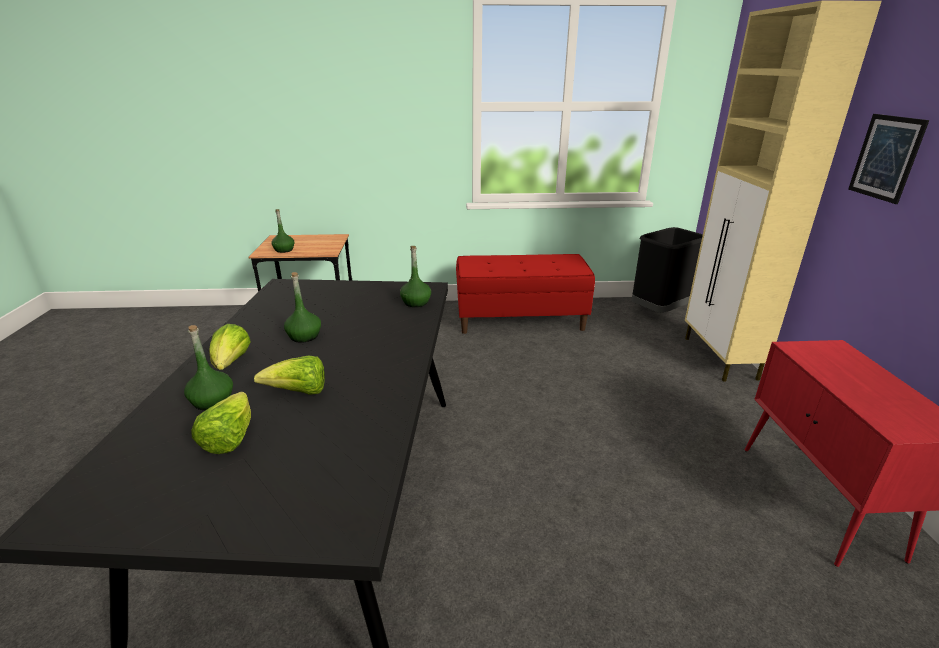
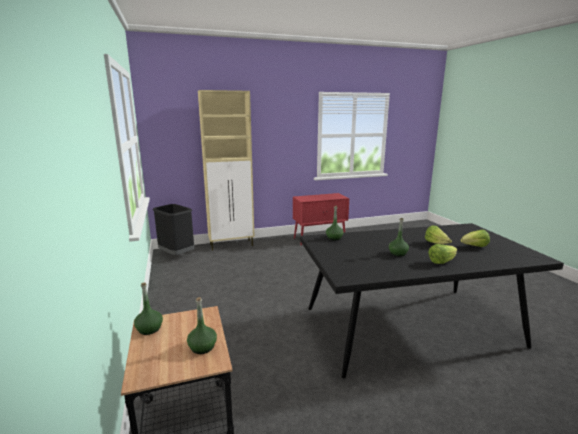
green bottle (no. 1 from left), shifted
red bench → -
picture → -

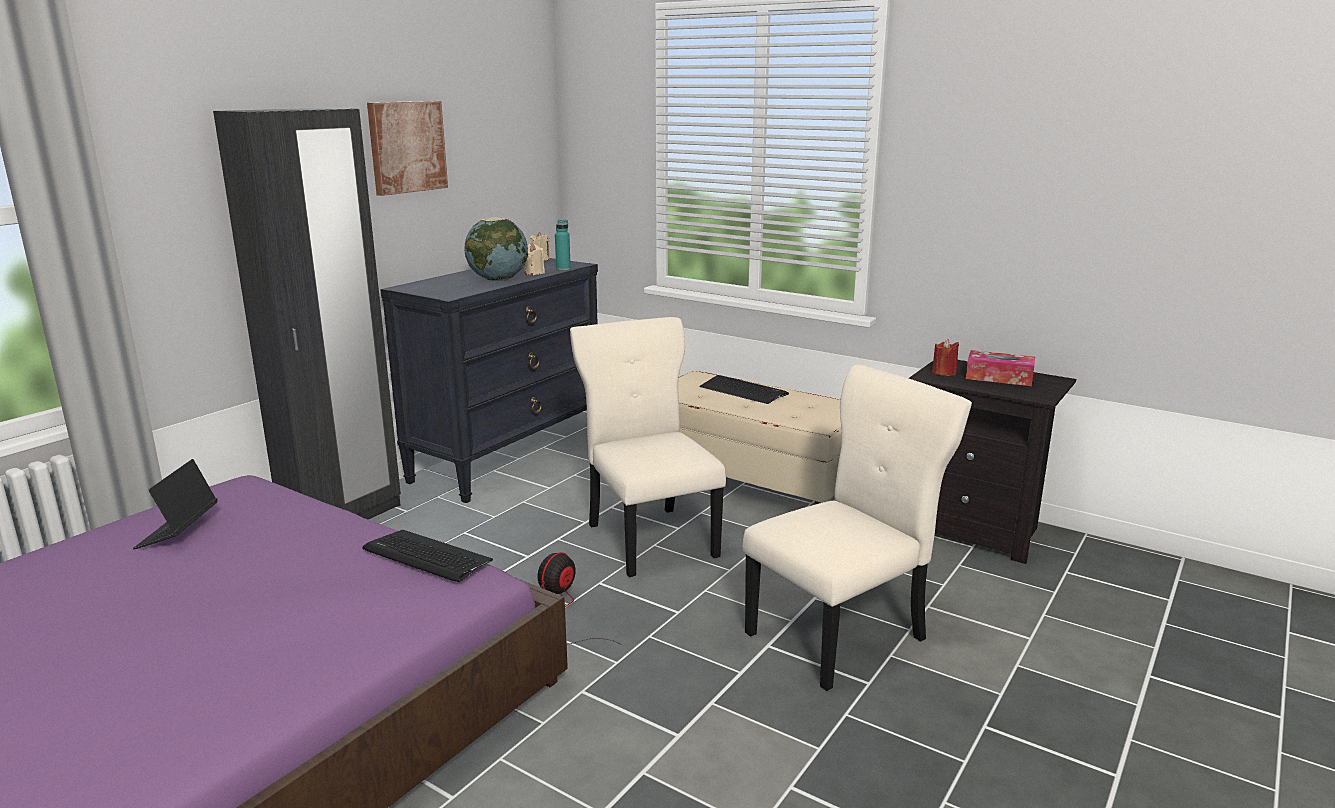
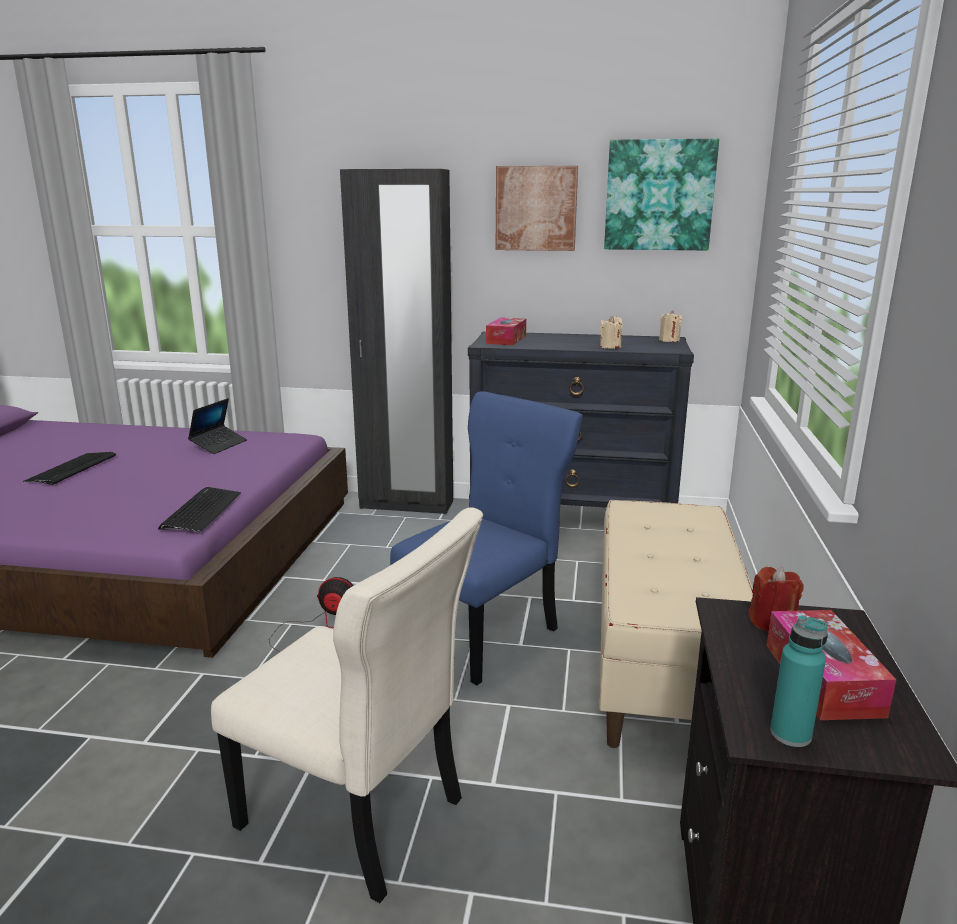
keyboard (no. 2 from left in the first image) → keyboard (no. 1 from left), shifted
laptop, 135 degrees clockwise
beige chair (no. 1 from left) → blue chair
- → tissue box (no. 1 from left)
- → picture (no. 2 from left)
turquoise bottle, shifted
globe → -

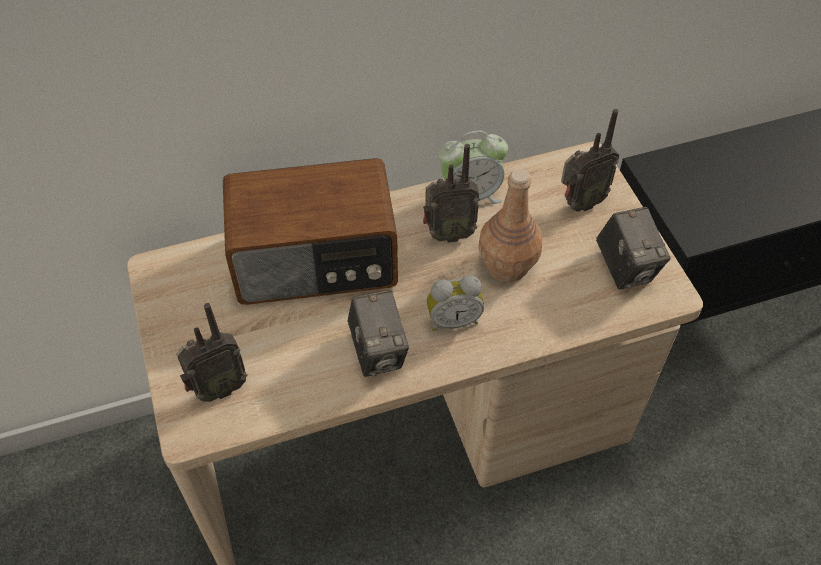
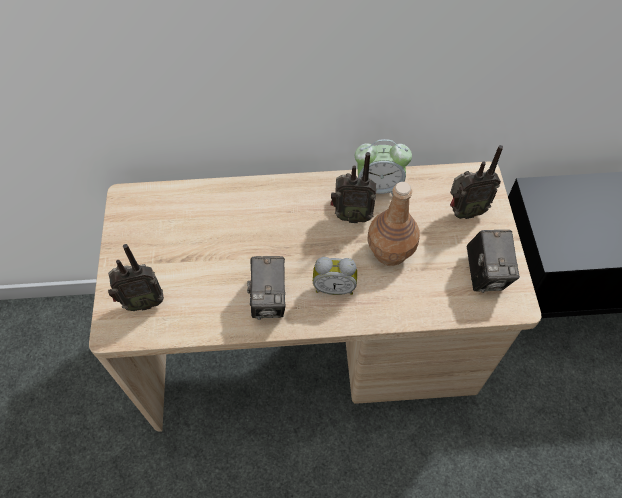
radio (no. 2 from left) → -

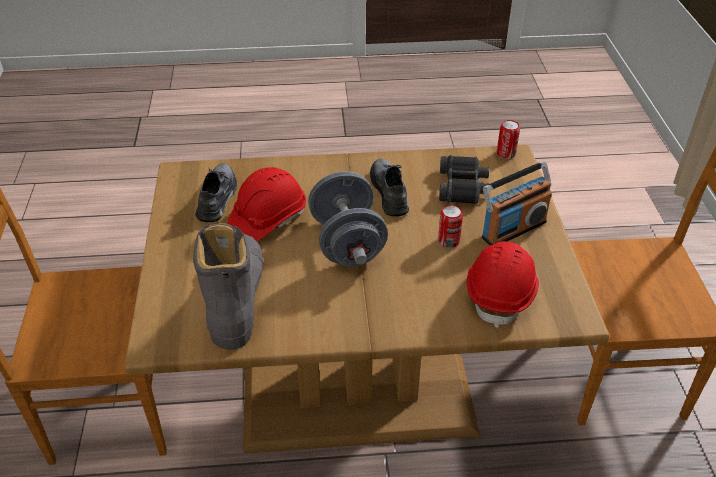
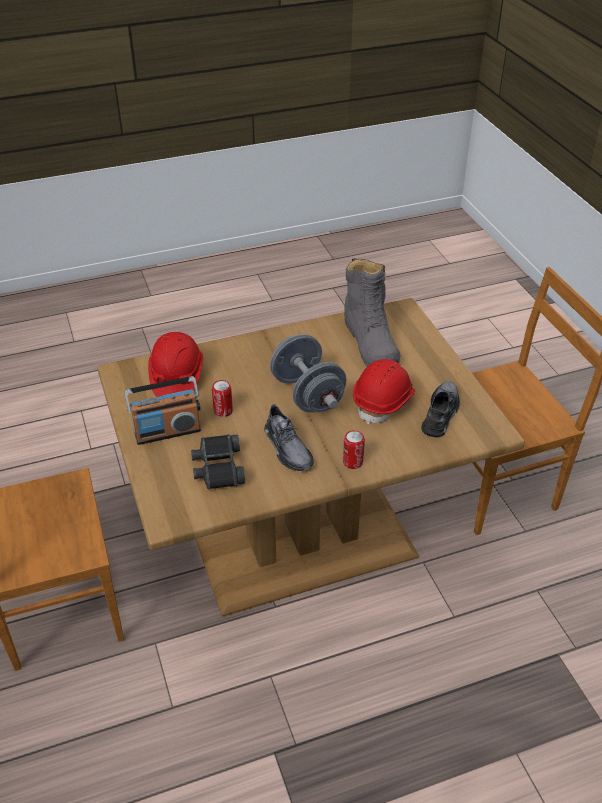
radio, 150 degrees counterclockwise
can (no. 2 from left), shifted
grey shoe (no. 1 from left in the first image) → grey shoe (no. 2 from left), 150 degrees counterclockwise

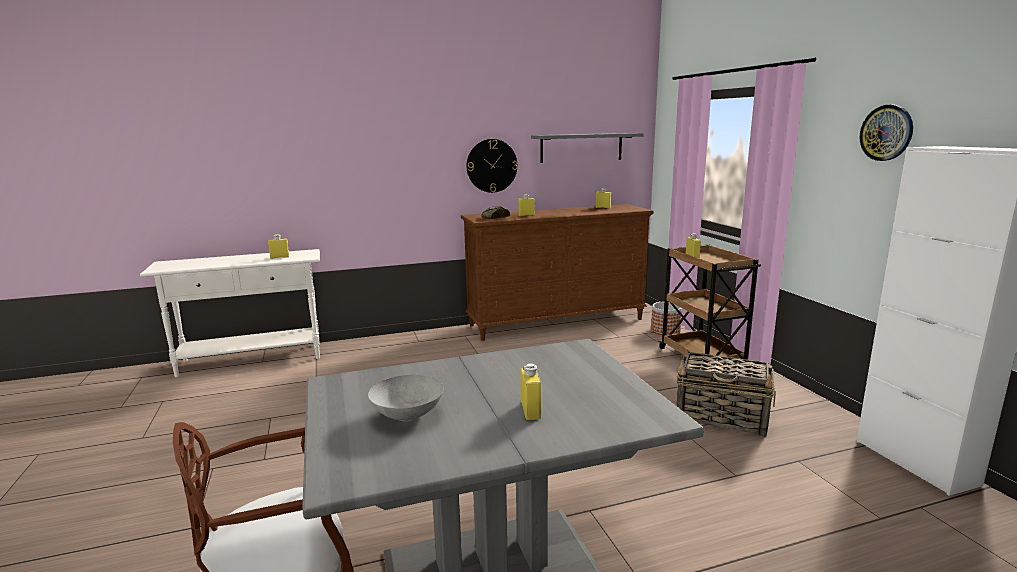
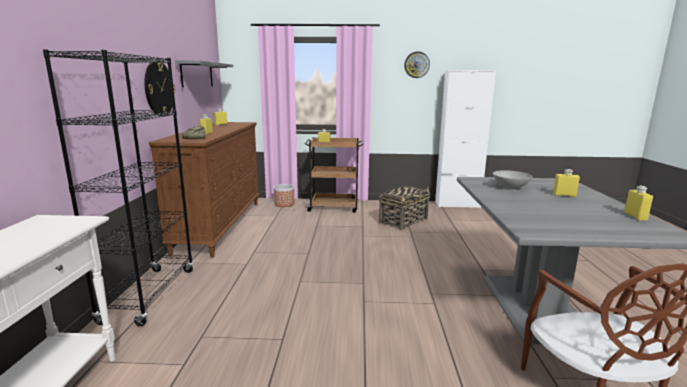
- → black bookcase
grey bowl, shifted
yellow bottle (no. 1 from left in the first image) → yellow bottle (no. 5 from left), shifted

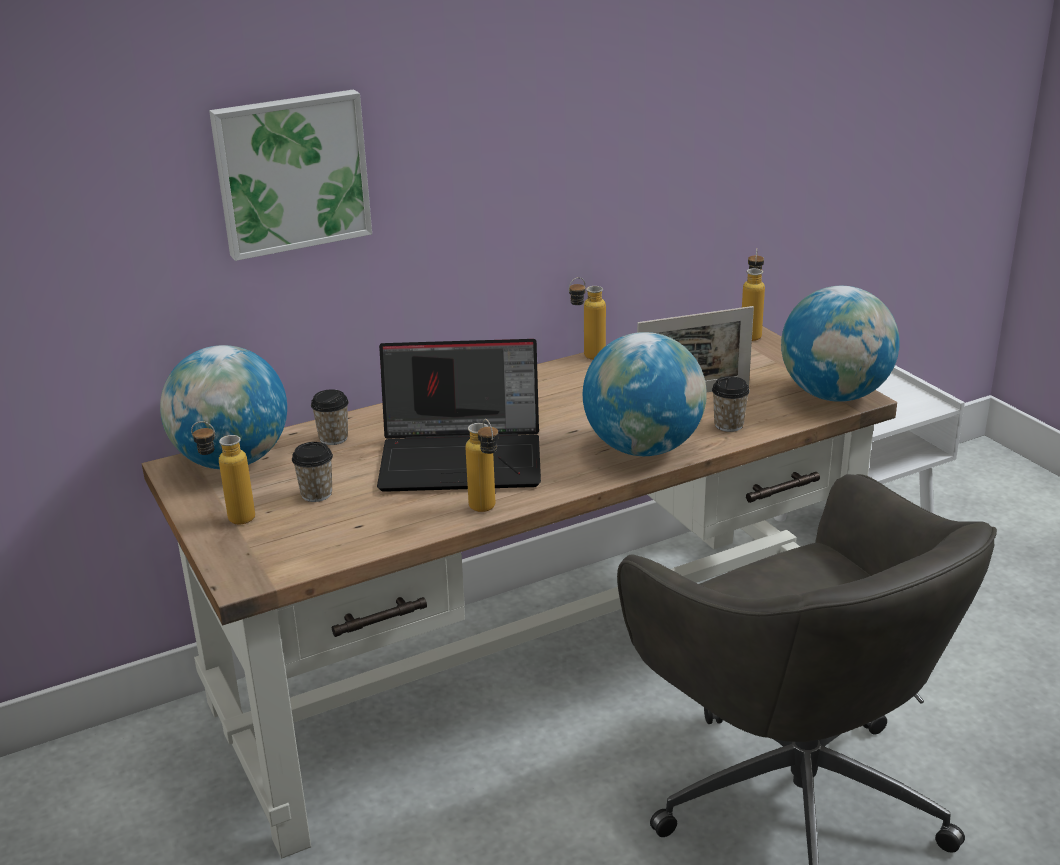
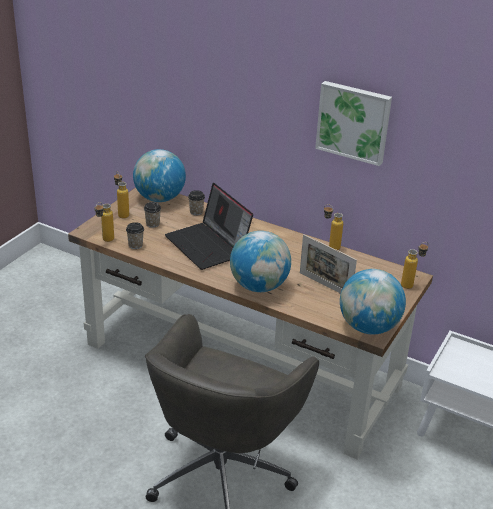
bottle (no. 2 from left in the first image) → bottle (no. 1 from left), shifted
cup (no. 3 from left in the first image) → cup (no. 1 from left), shifted
picture, shifted

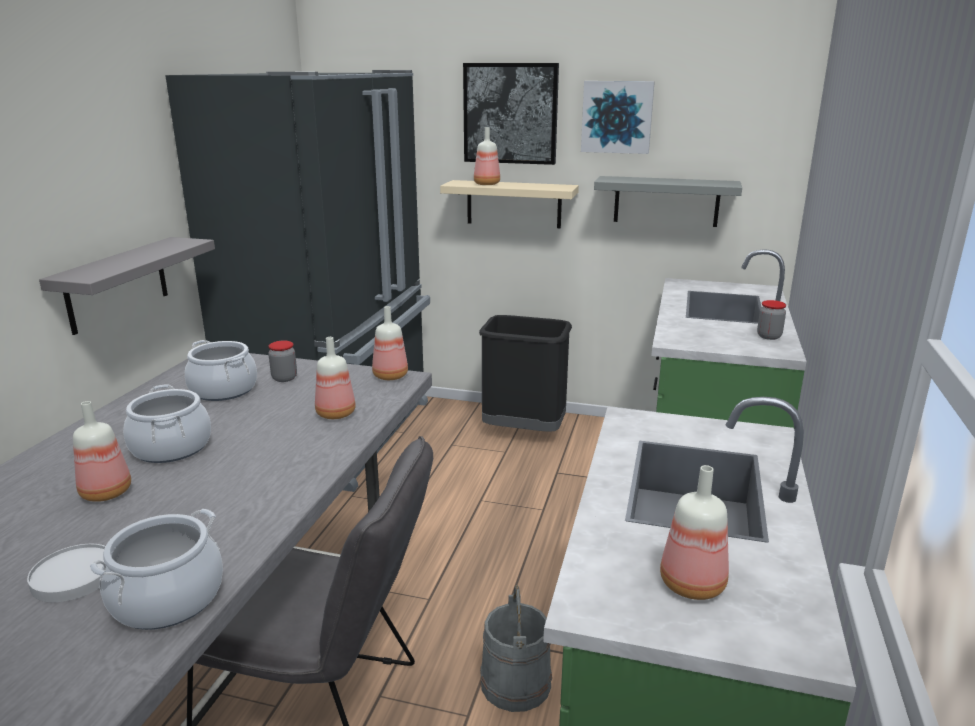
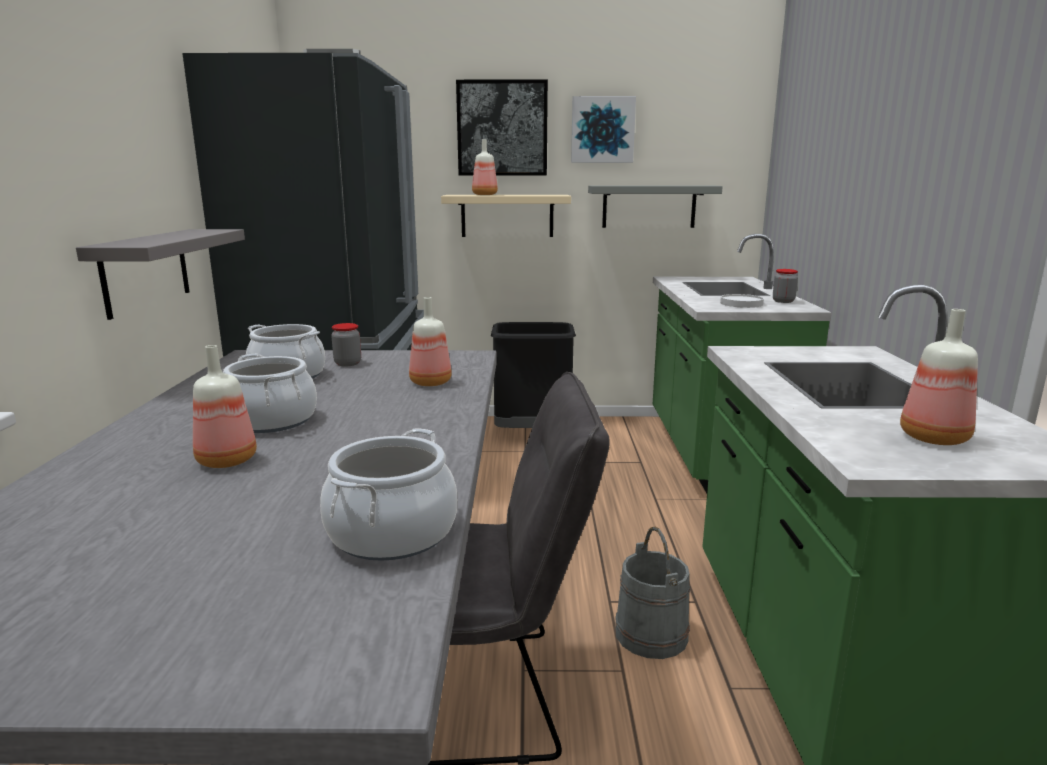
white plate, shifted
bottle (no. 3 from left) → -

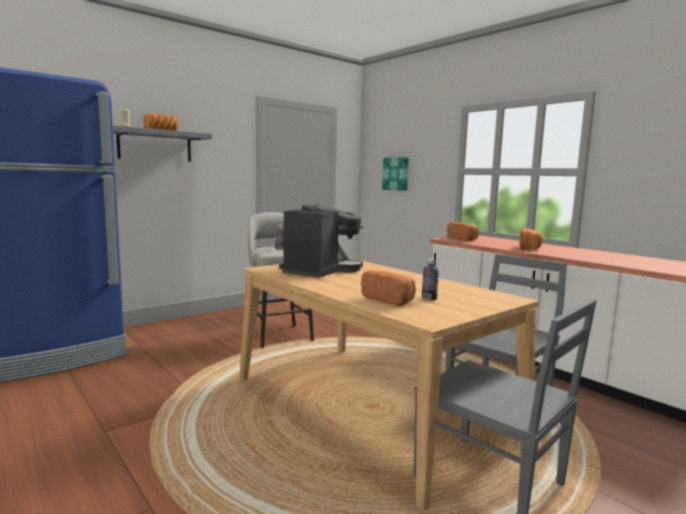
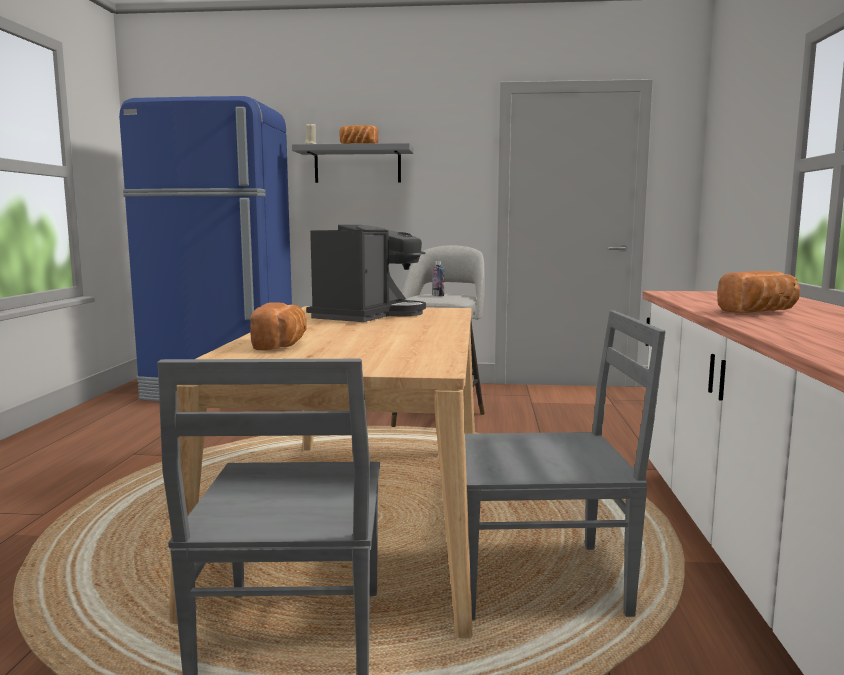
coffee machine, 45 degrees counterclockwise
picture → -
bottle (no. 2 from left) → -
bread (no. 3 from left) → -

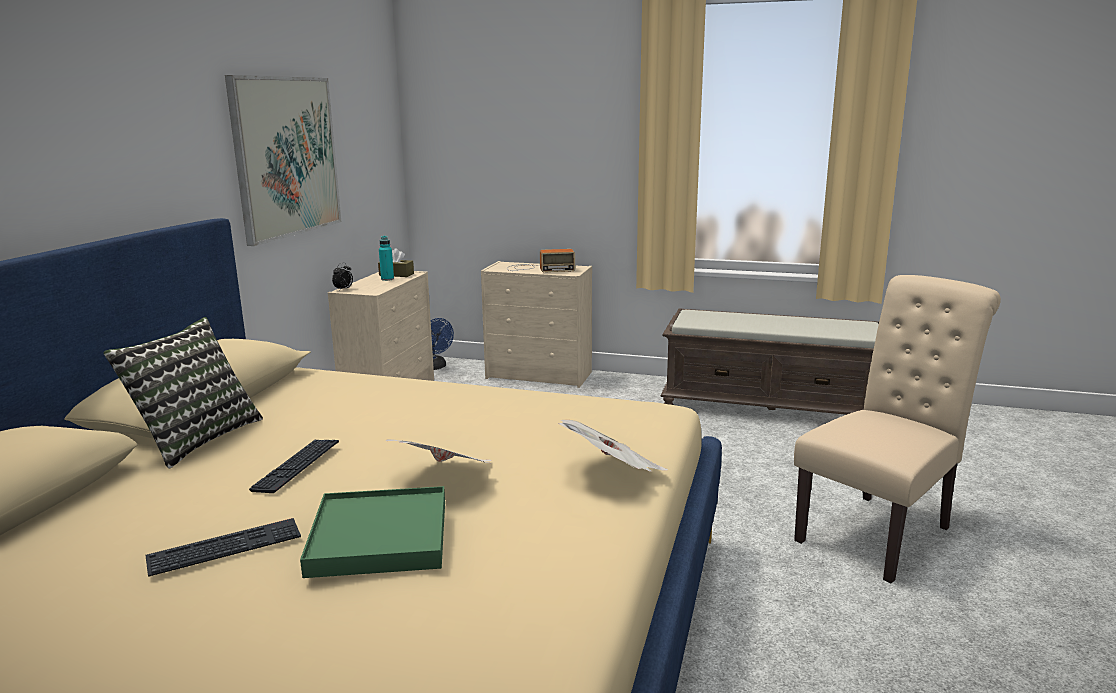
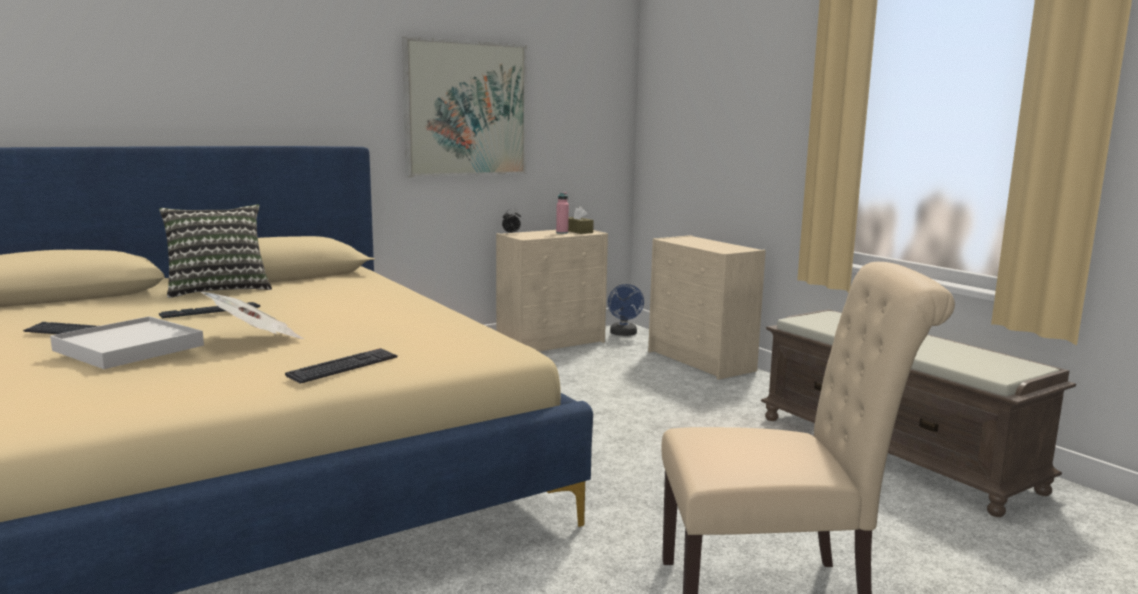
green tray → white tray
newspaper (no. 2 from left) → keyboard (no. 3 from left)
turquoise bottle → pink bottle
radio → -

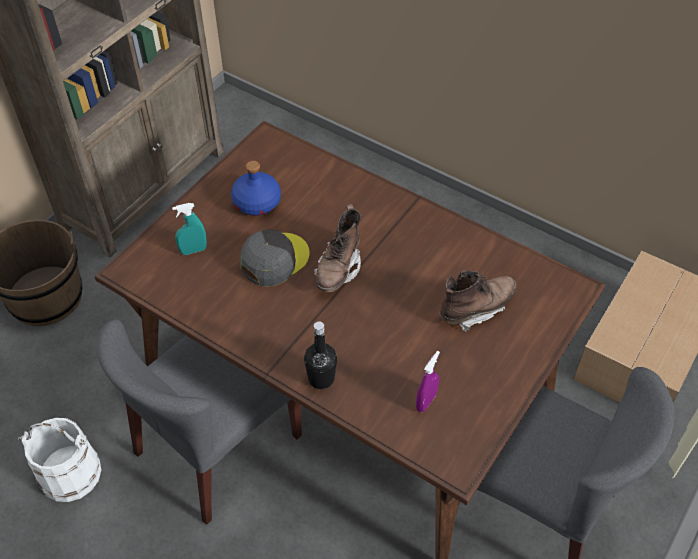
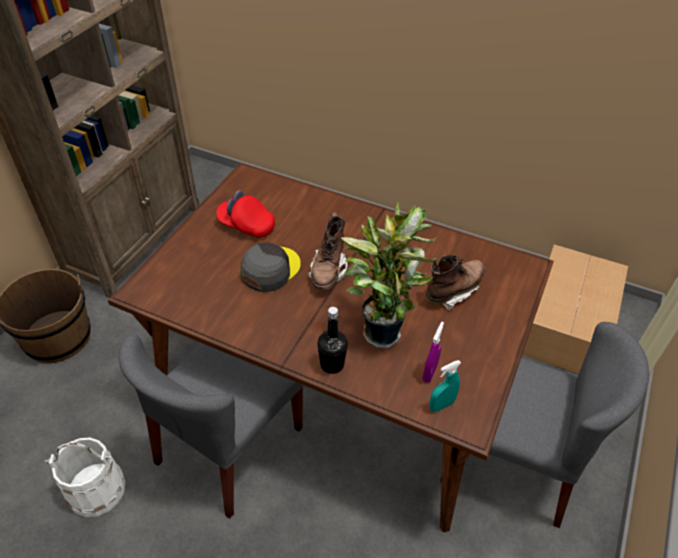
blue bottle → red cap
- → potted plant
turquoise spray bottle, shifted

